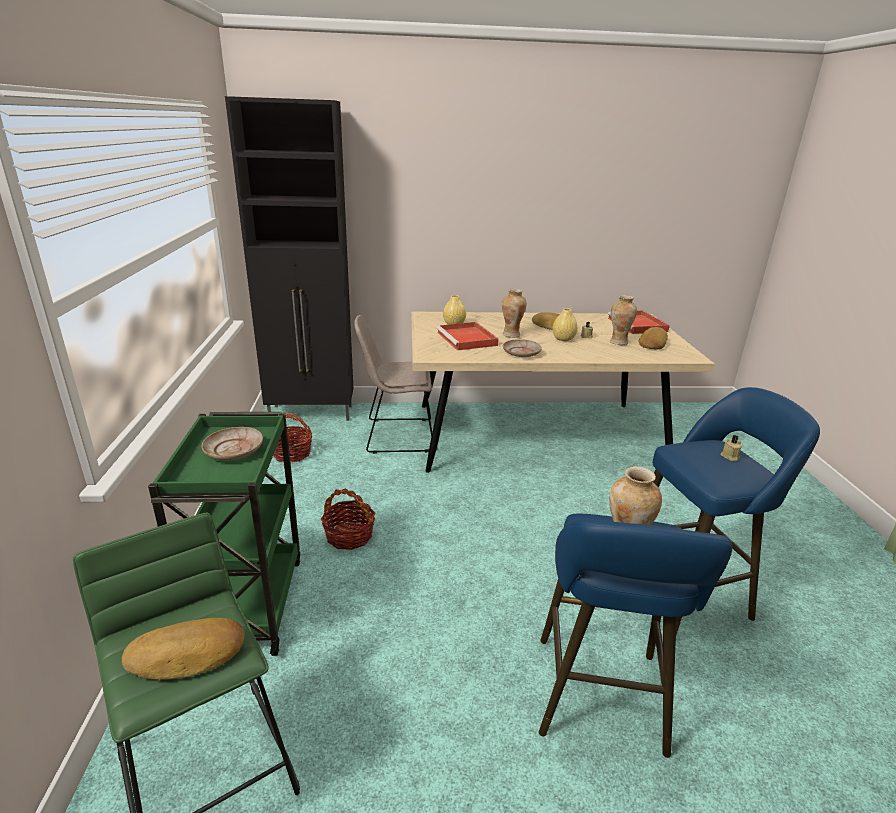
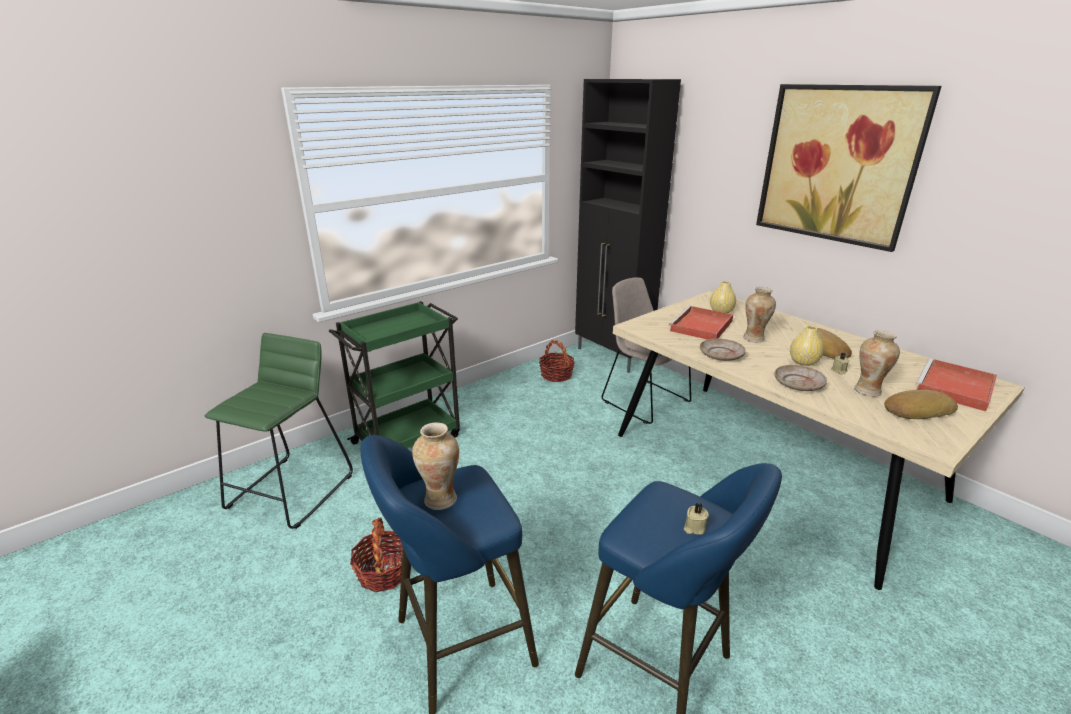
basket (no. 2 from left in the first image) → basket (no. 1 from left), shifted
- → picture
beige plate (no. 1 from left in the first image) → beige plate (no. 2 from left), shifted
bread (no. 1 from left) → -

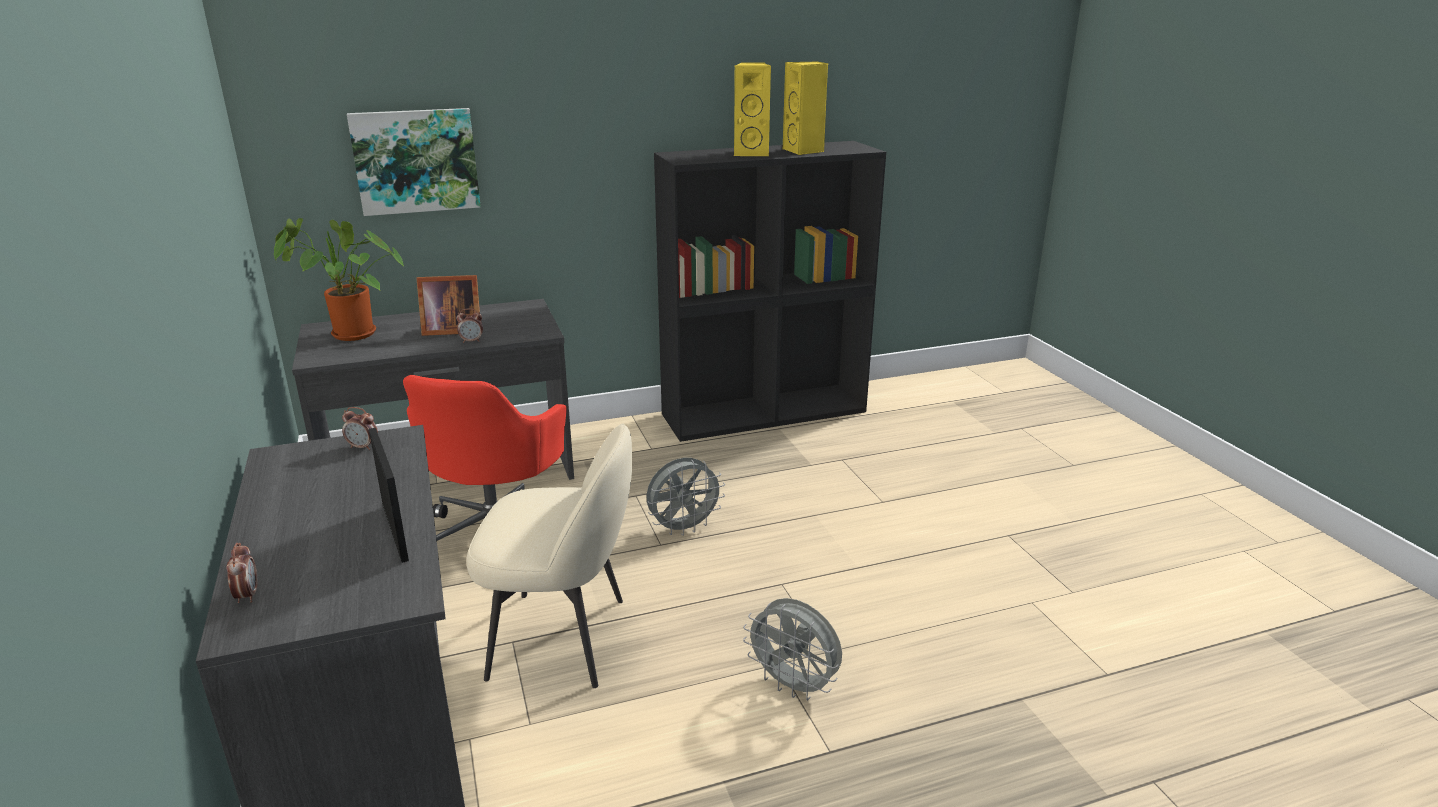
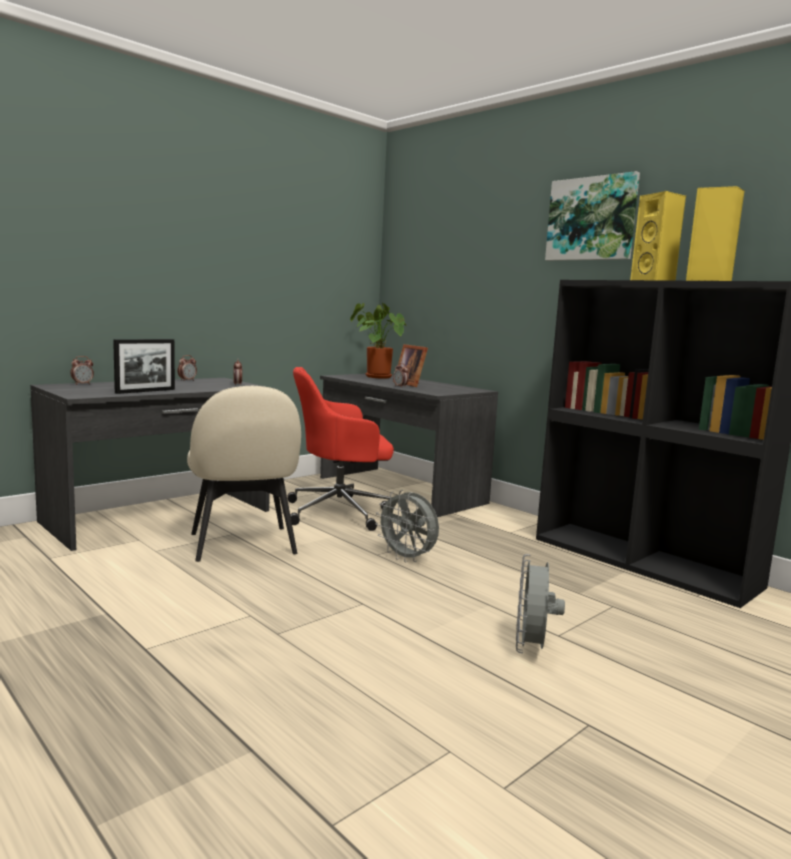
- → alarm clock (no. 2 from left)
grey fan (no. 2 from left), shifted
picture, shifted

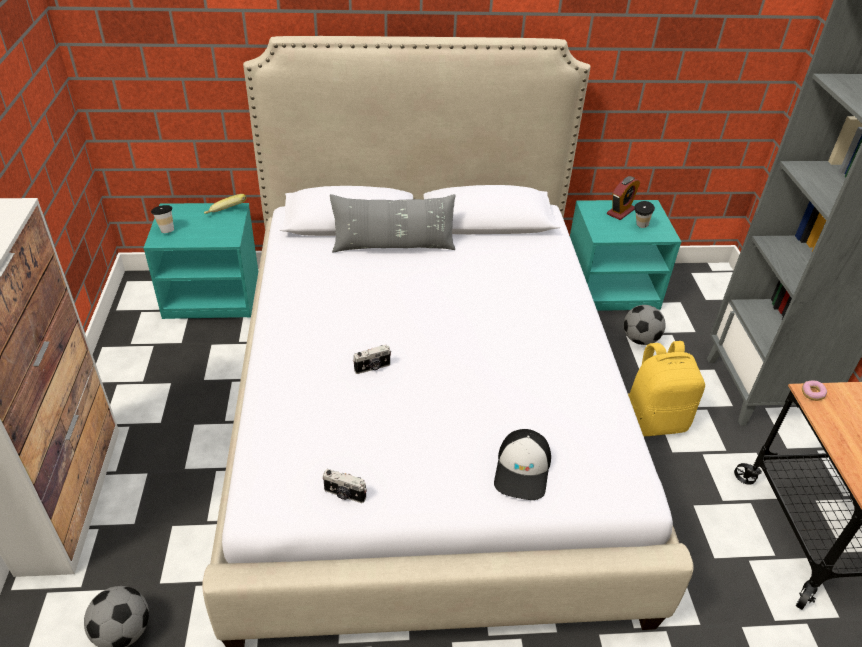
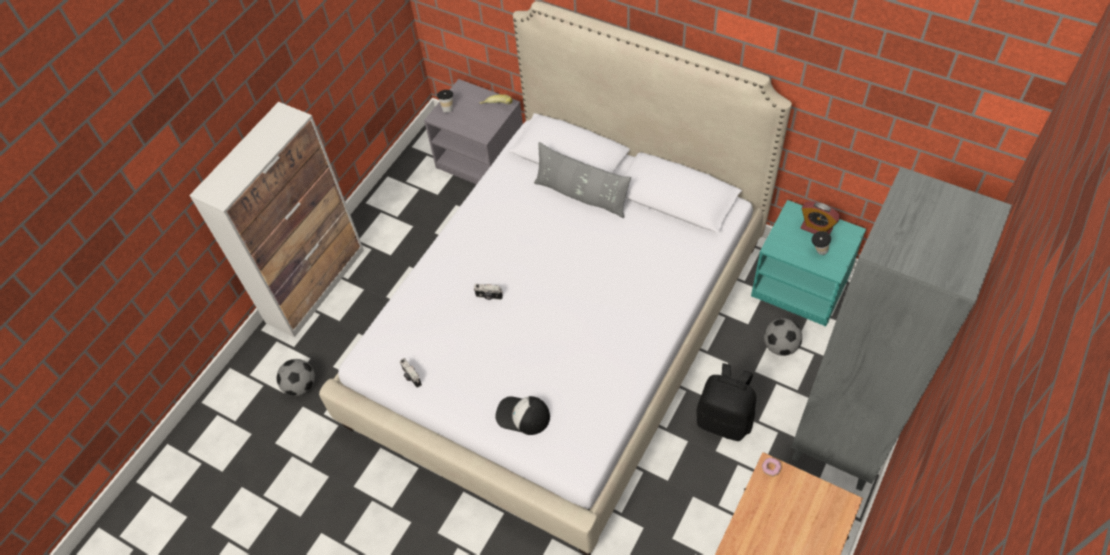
turquoise nightstand (no. 1 from left) → grey nightstand
cap, 60 degrees clockwise
yellow backpack → black backpack
alarm clock, 45 degrees clockwise

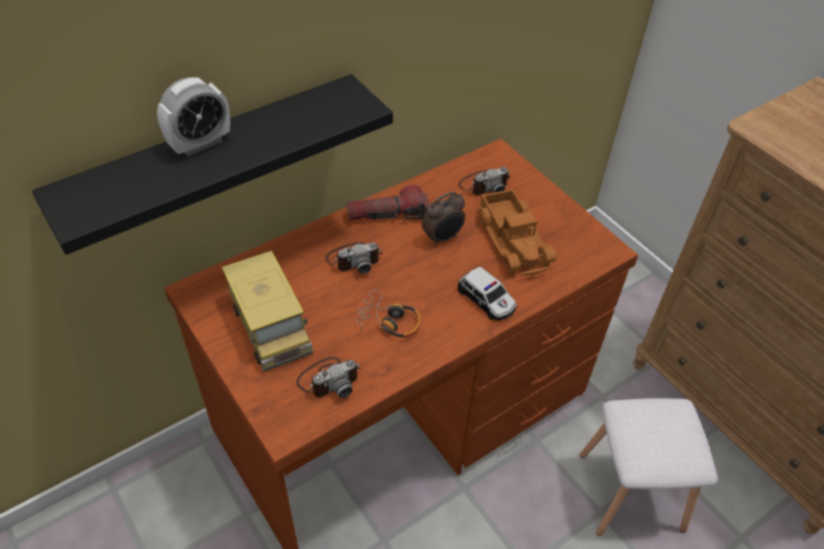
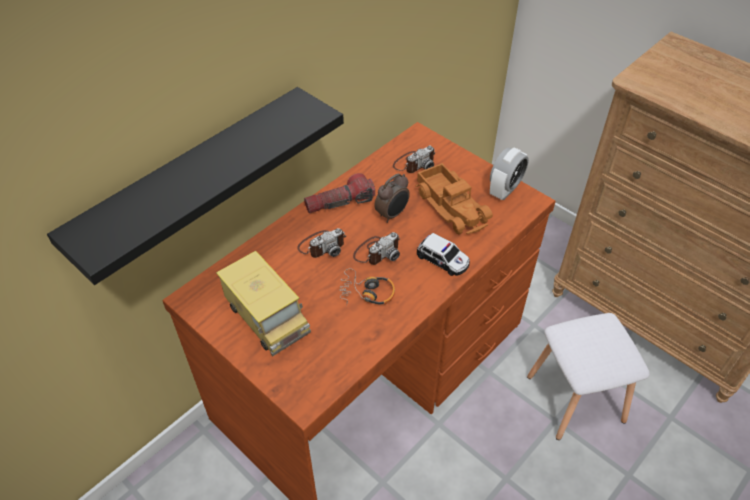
photo camera (no. 1 from left in the first image) → photo camera (no. 2 from left), shifted
alarm clock (no. 1 from left in the first image) → alarm clock (no. 2 from left), shifted

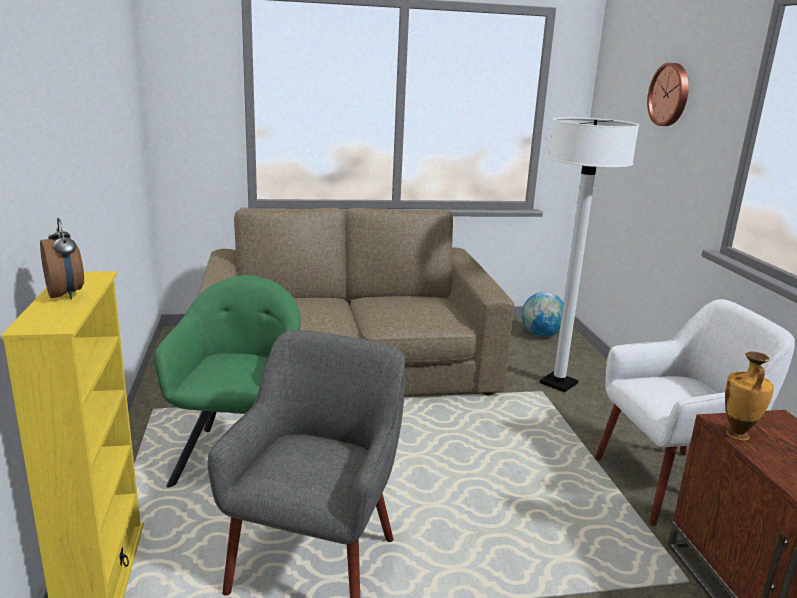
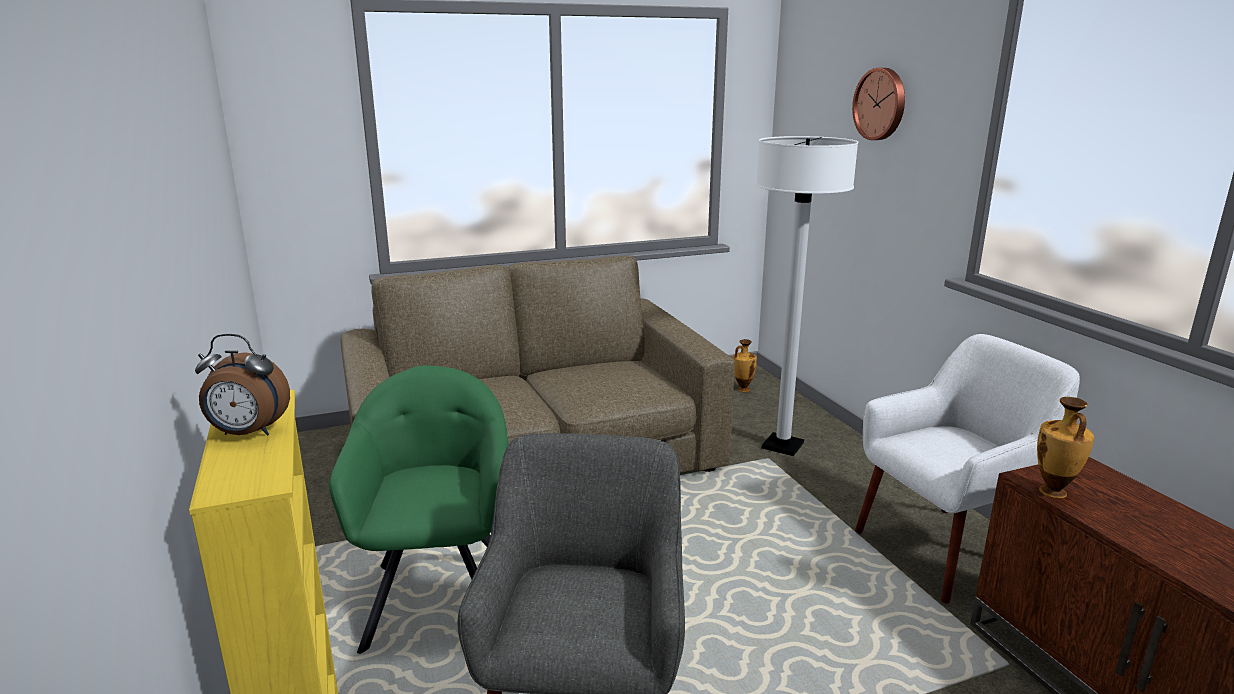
alarm clock, 135 degrees clockwise
globe → vase (no. 1 from left)

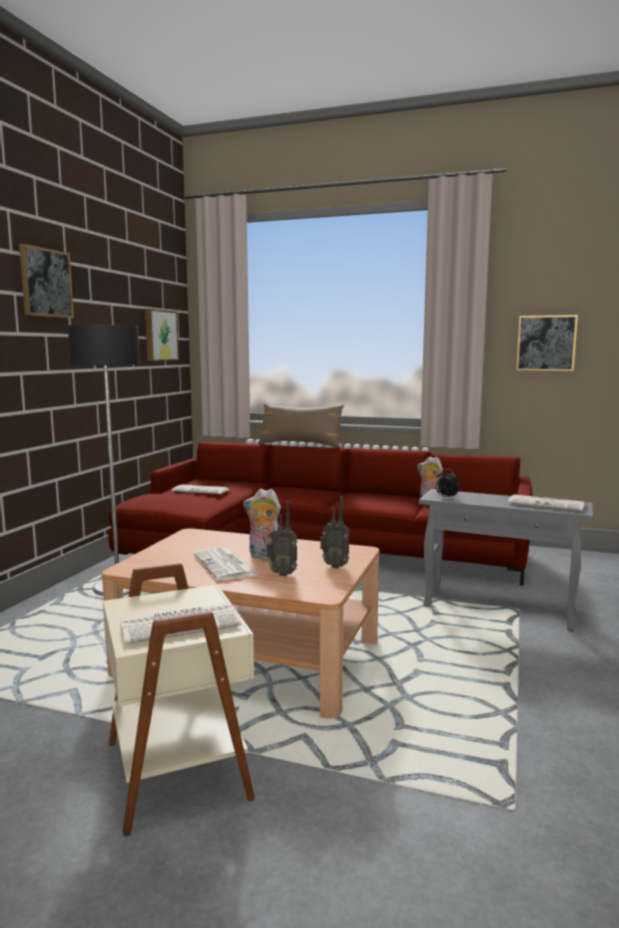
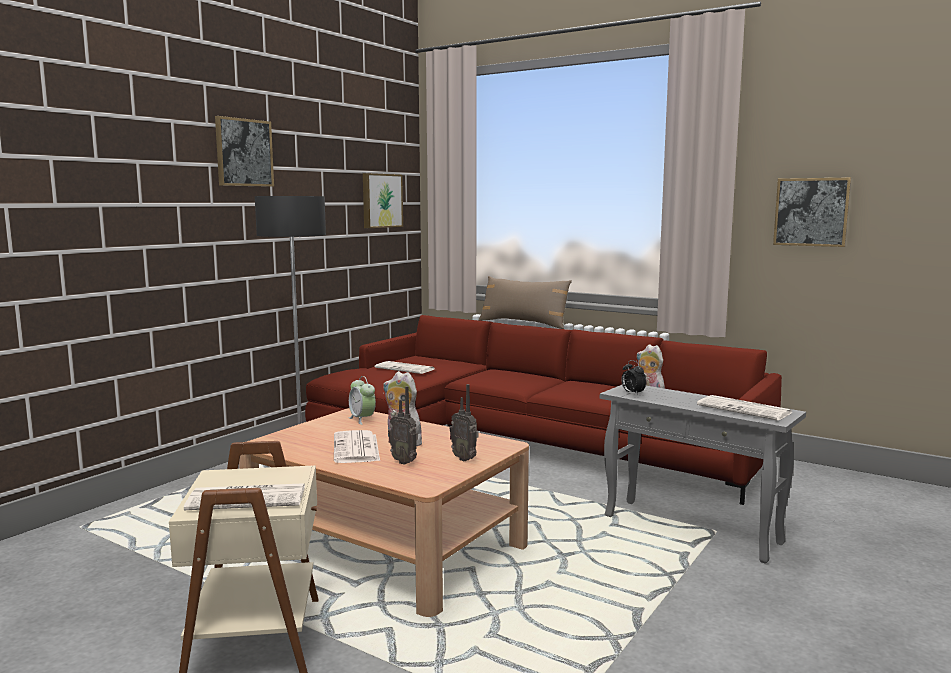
- → alarm clock (no. 1 from left)

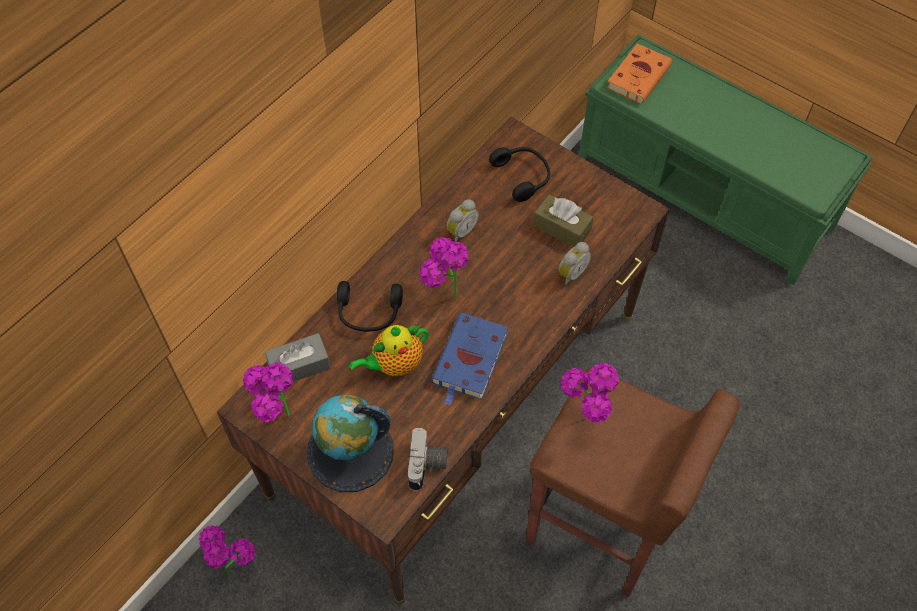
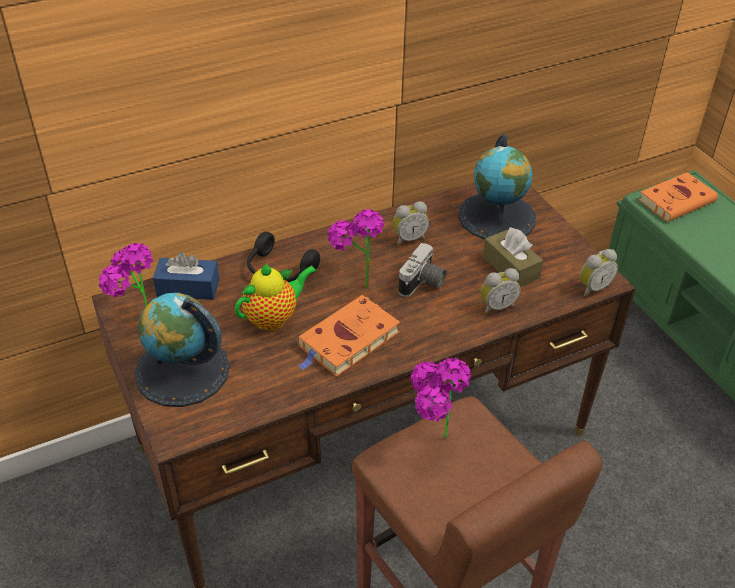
grey tissue box → blue tissue box
teapot, 150 degrees clockwise
blue book → orange book (no. 1 from left)
photo camera, shifted
black headphones (no. 2 from left) → globe (no. 2 from left)
- → alarm clock (no. 3 from left)
potted plant (no. 1 from left) → -

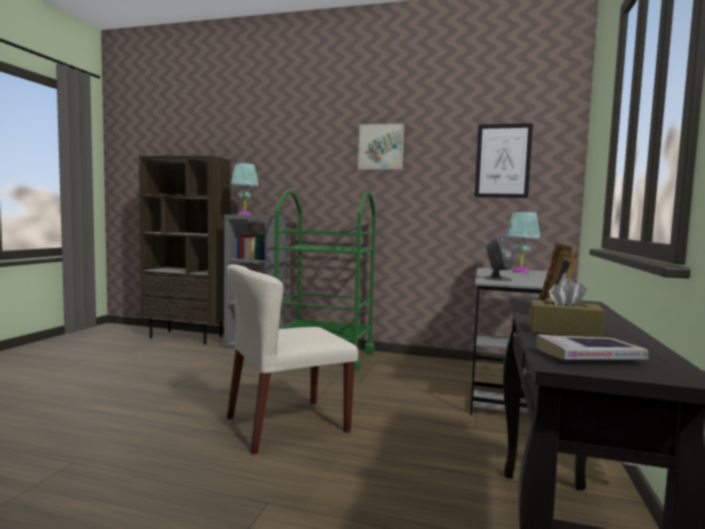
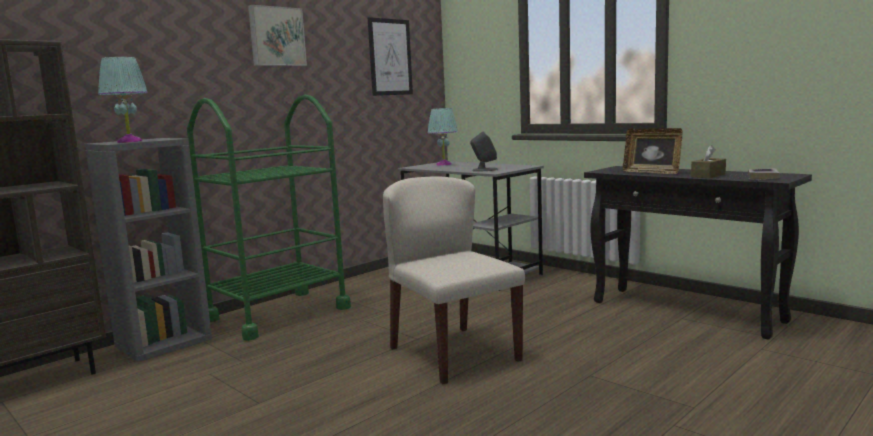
beige chair, 150 degrees clockwise

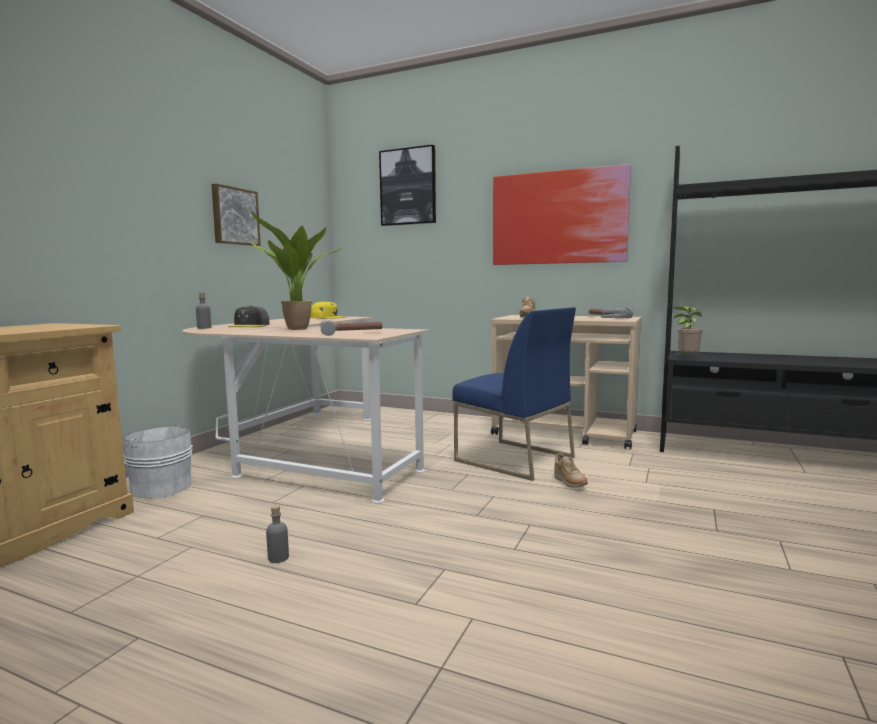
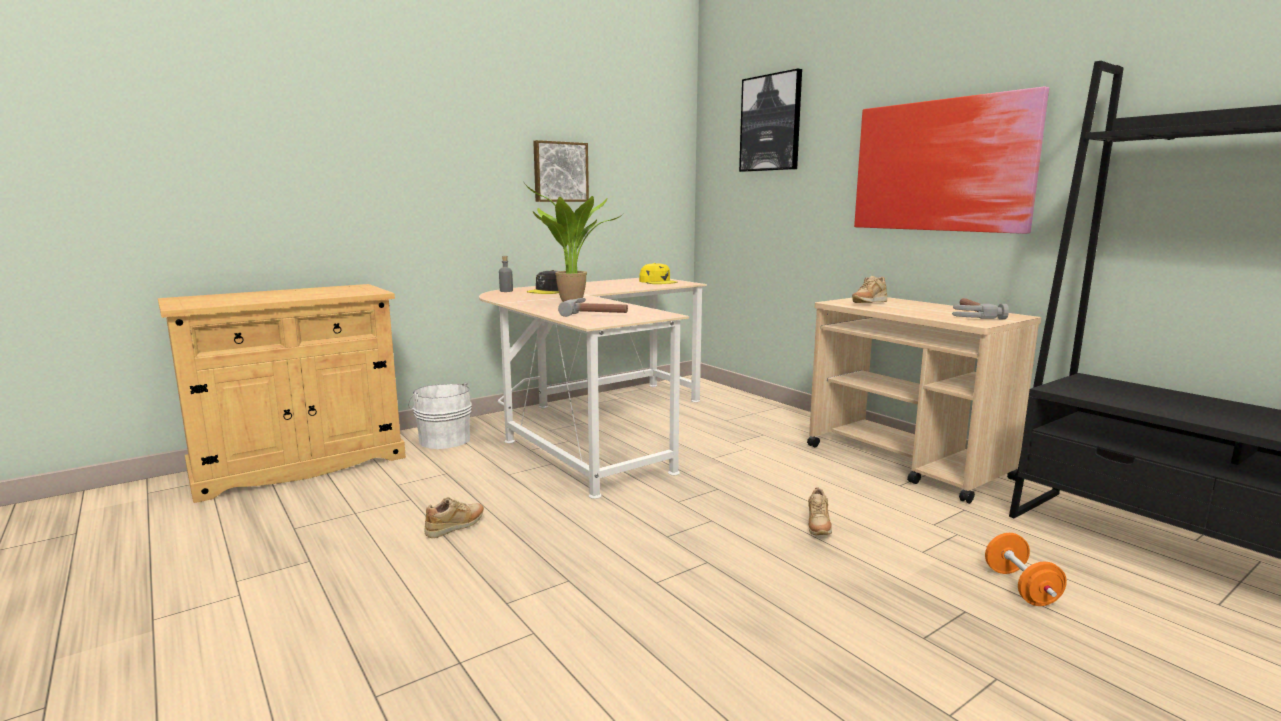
grey bottle (no. 2 from left) → beige shoe (no. 1 from left)
- → orange dumbbell
blue chair → -
potted plant (no. 2 from left) → -

